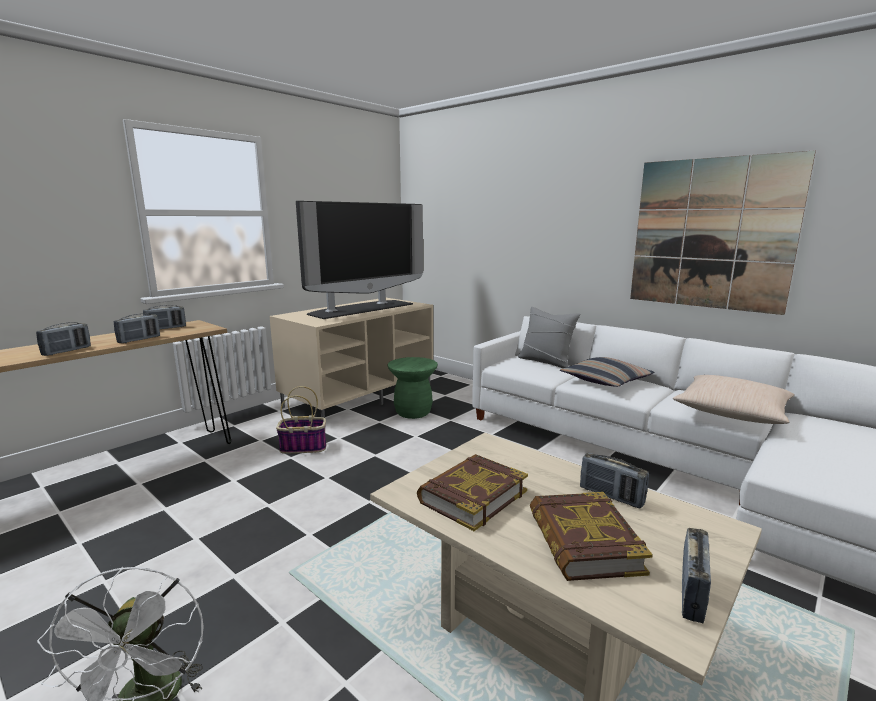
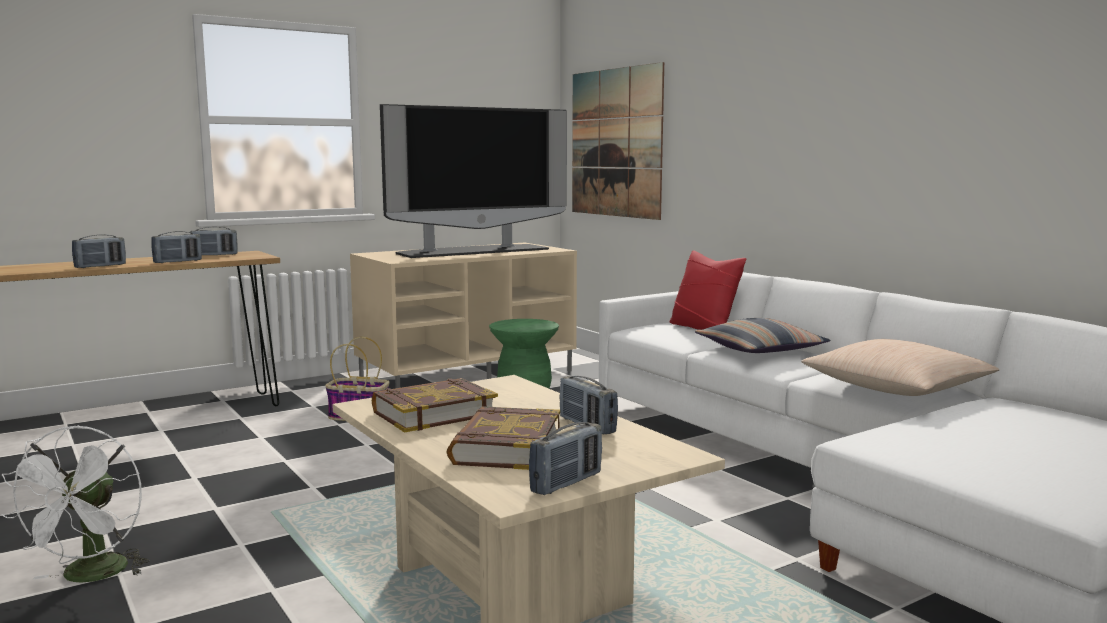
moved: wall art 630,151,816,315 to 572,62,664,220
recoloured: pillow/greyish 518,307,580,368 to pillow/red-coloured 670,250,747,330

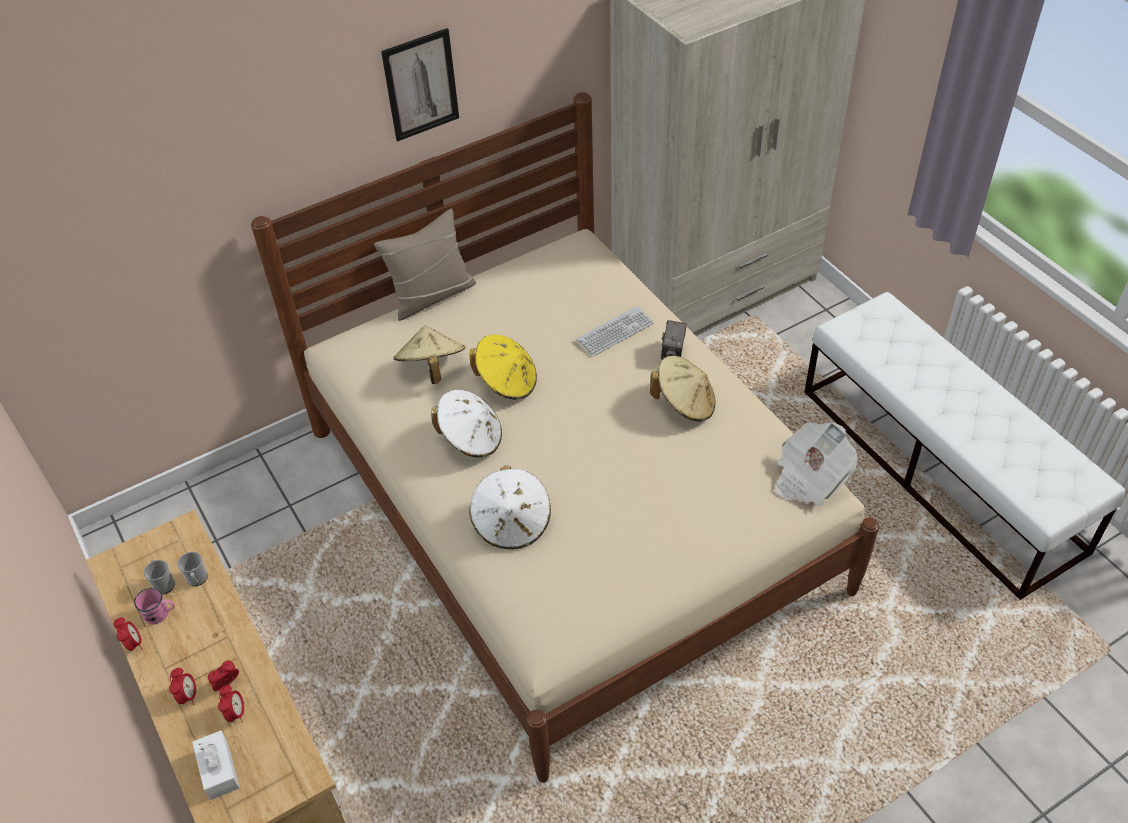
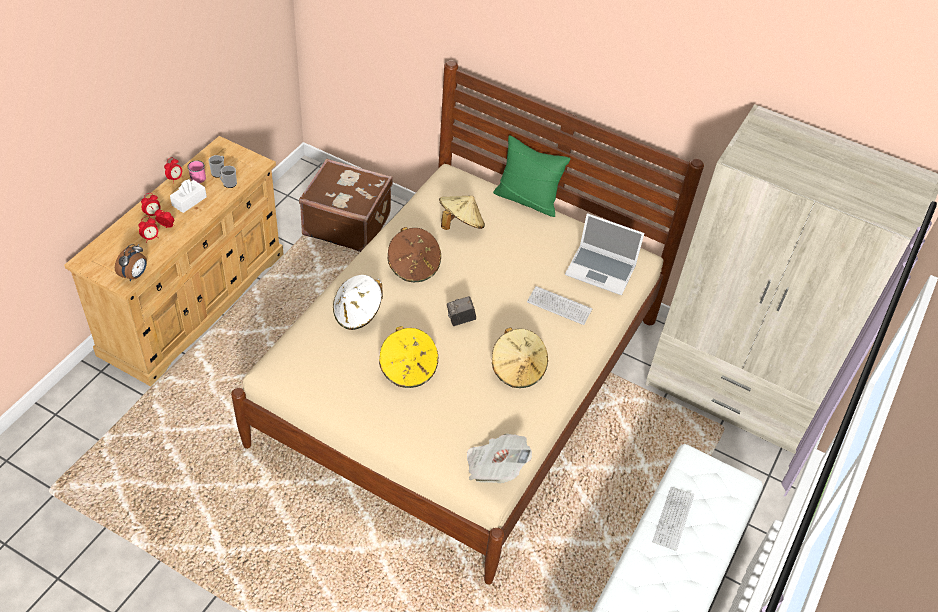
removed: wall art 381,28,459,141
added: travel case/brown 299,158,393,252; portable computer 565,213,644,295; alarm clock 115,244,147,281; PC keyboard 652,487,694,551
moved: still camera 661,320,687,359 to 447,296,476,326; clothing hat/yellow-coloured 469,334,537,400 to 379,326,438,388; tissue holder/white-coloured 192,730,240,800 to 170,179,207,213
recoloured: pillow/beige 374,208,476,321 to pillow/green-coloured 493,135,571,217; clothing hat/white-coloured 431,390,502,458 to clothing hat/brown 388,227,441,282

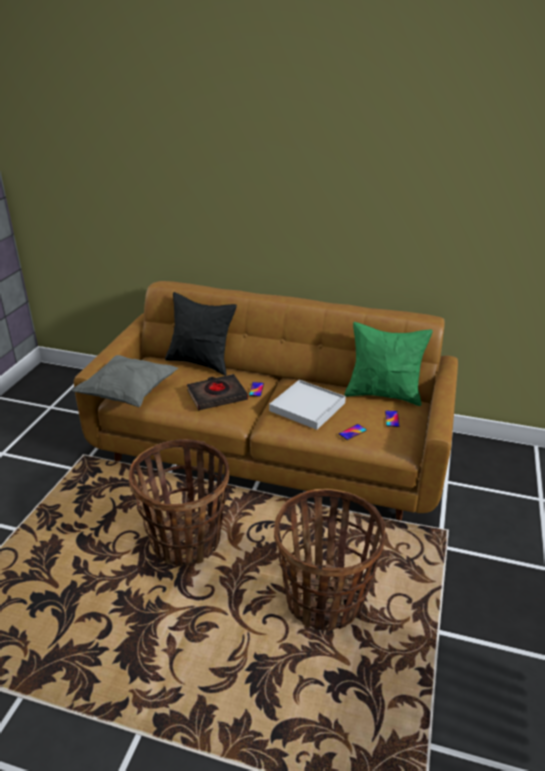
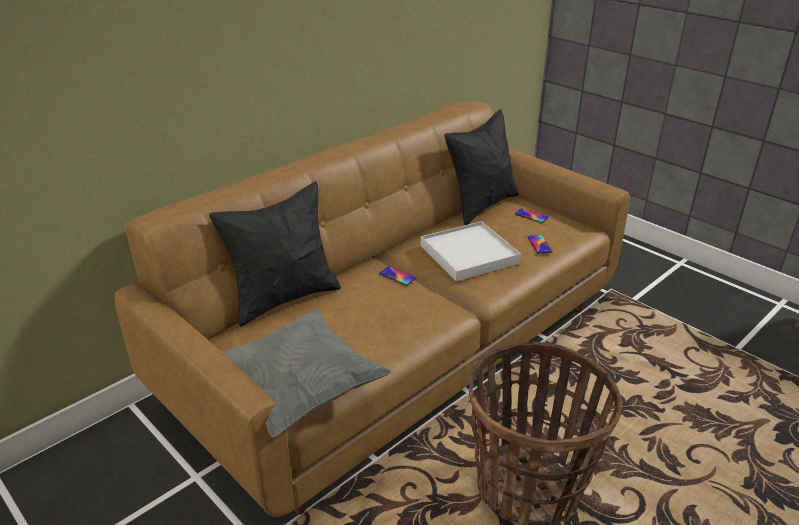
removed: volume/black 187,374,248,410; basket 274,489,386,630
recoloured: pillow/green-coloured 345,322,433,406 to pillow/black 444,109,519,225

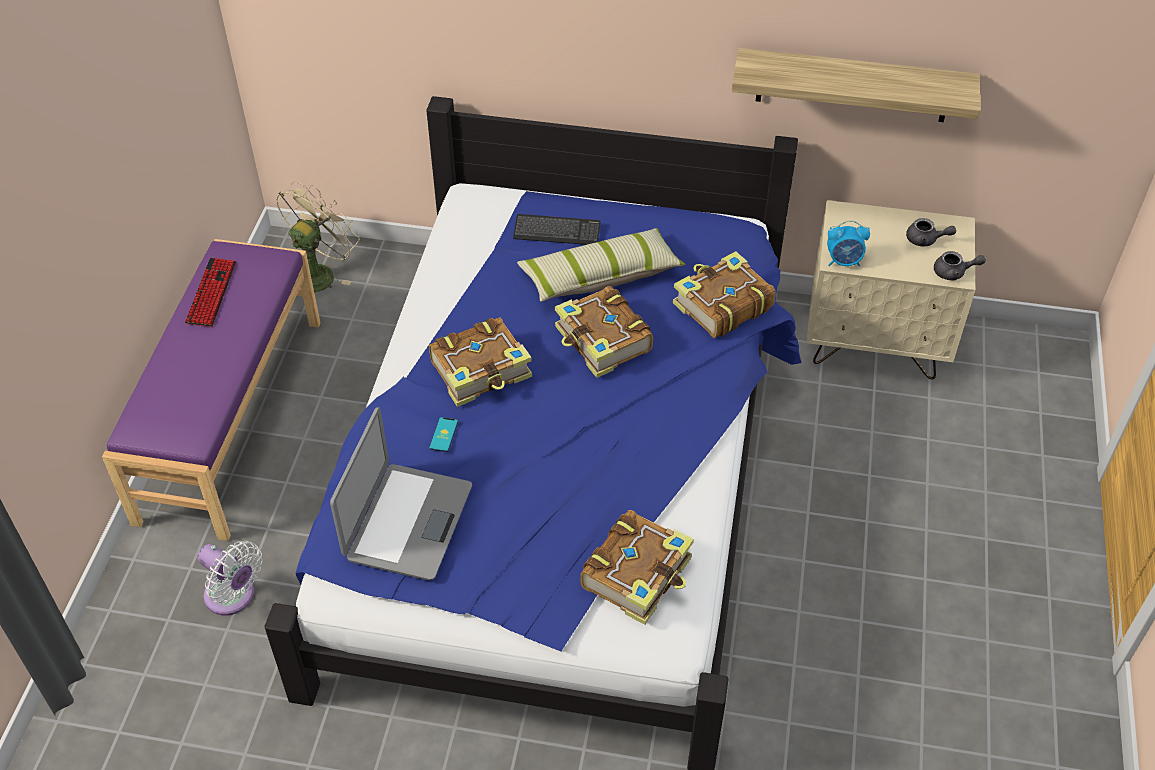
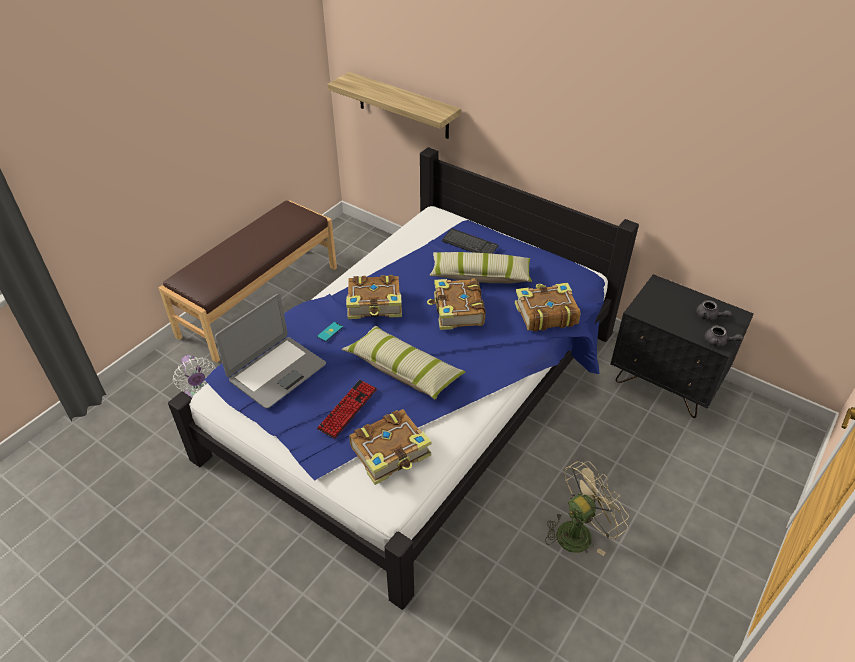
removed: alarm clock 827,220,870,266
added: pillow 342,326,465,400
moved: wall shelf 731,48,980,122 to 328,72,461,139; fan/beige 276,181,359,293 to 545,461,629,556; PC keyboard 185,258,236,327 to 317,380,377,439
recoloured: nightstand/beige 806,200,975,379 to nightstand/black 611,274,754,418; bench/purple-coloured 102,239,320,541 to bench/brown 159,200,337,363

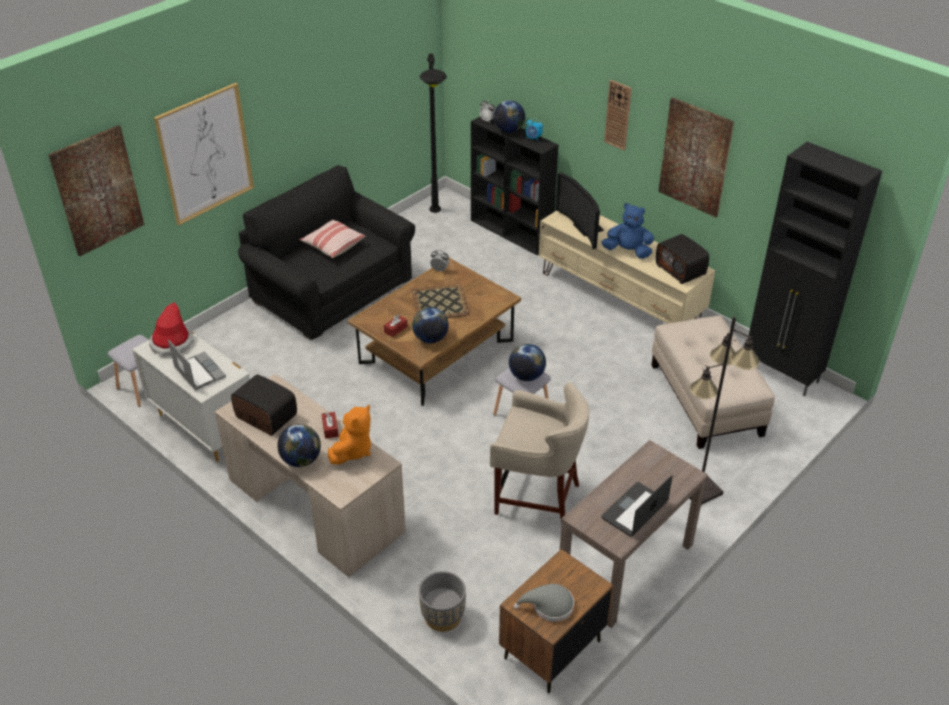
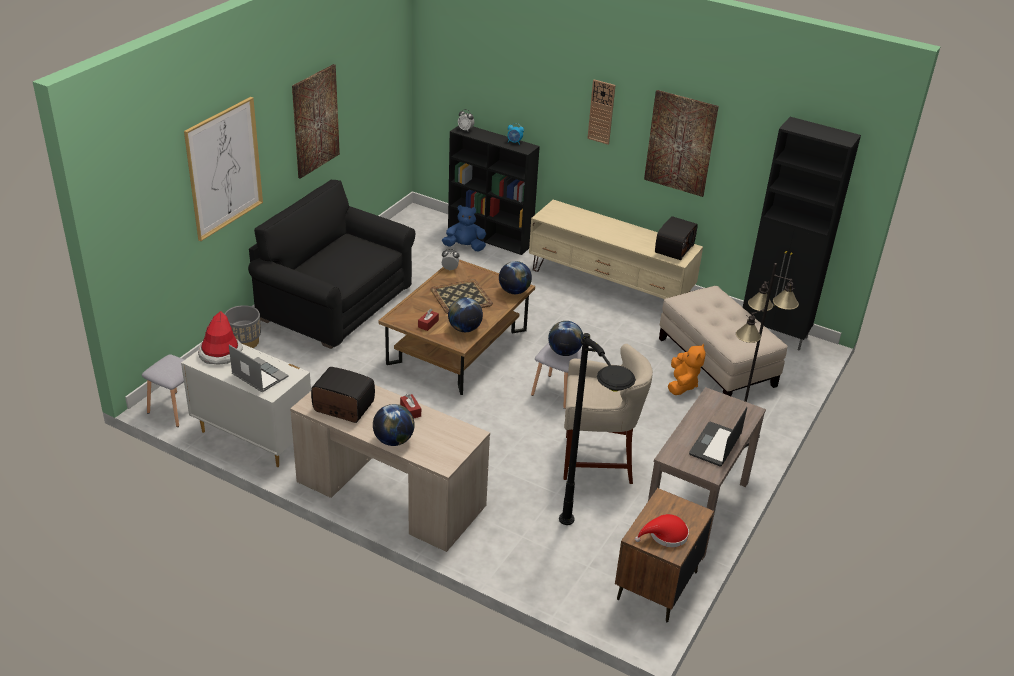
removed: television 556,173,604,249; pillow 300,219,365,258
moved: standard lamp/black 420,53,447,213 to 559,333,636,525; desk globe 494,100,525,133 to 499,261,532,294; wall art 48,125,144,256 to 292,64,340,179; cuddly toy/blue 601,203,654,259 to 442,205,486,251; cuddly toy/orange 328,405,371,465 to 668,344,706,395; plant pot/greyish 419,571,466,632 to 224,305,261,348
recoloured: clothing hat/greyish 514,584,574,622 to clothing hat/red-coloured 635,514,689,547
turned: radio set 656,234,709,284 = 655,216,698,260 105 degrees counterclockwise

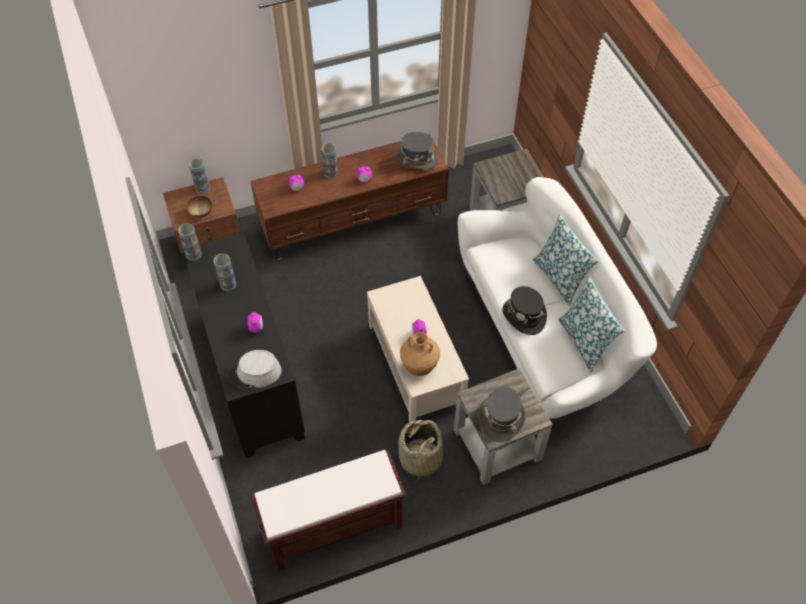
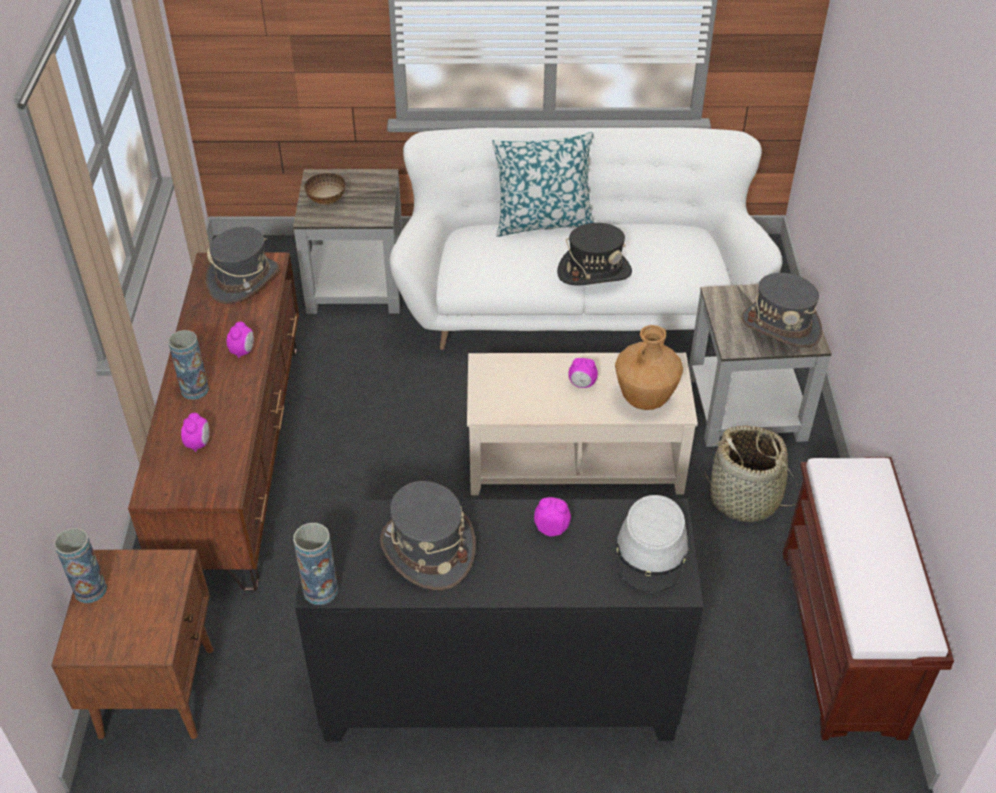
removed: pillow 558,277,625,373
moved: deep dish 186,196,212,218 to 304,173,345,205
replaced: vase 213,253,236,291 to clothing hat/greyish 380,481,476,590

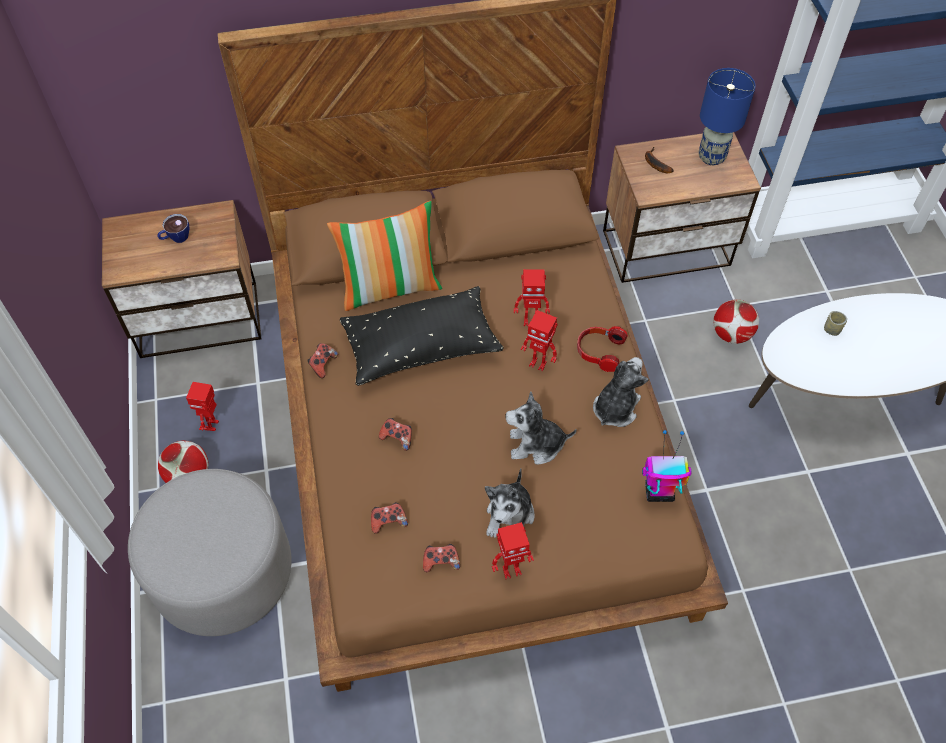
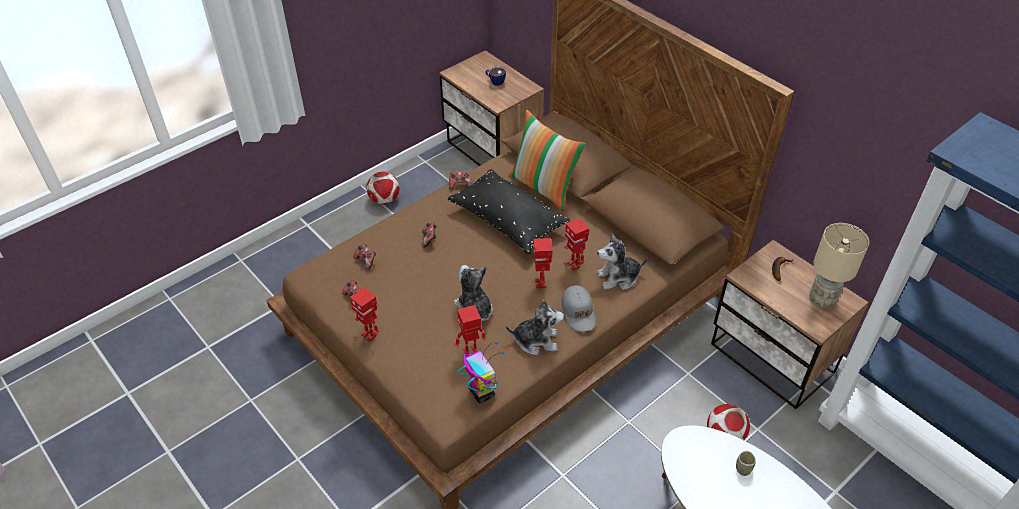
removed: pouffe/greyish 128,469,292,636
moved: model robot 186,382,219,431 to 454,305,485,354; cuddly toy 485,469,534,538 to 597,233,648,290
replaced: headphones 577,326,628,372 to cap/greyish 561,285,596,332
recoloured: table lamp/blue 699,68,755,165 to table lamp/beige 810,223,869,308

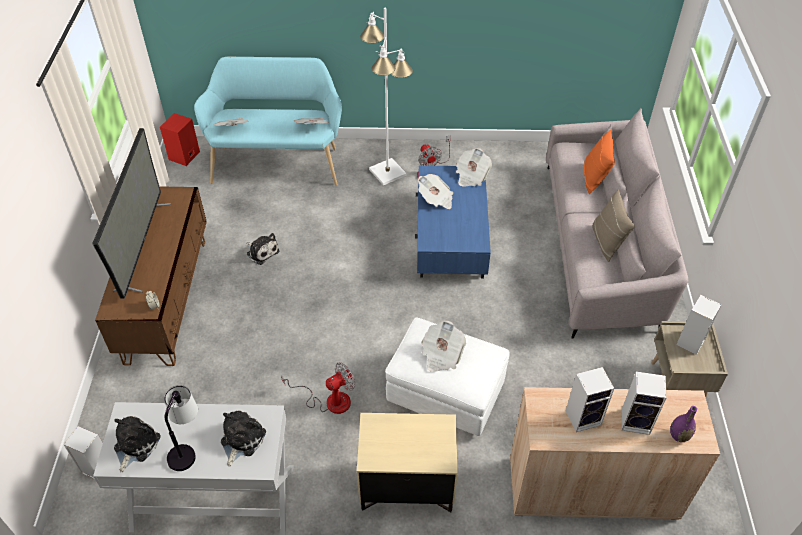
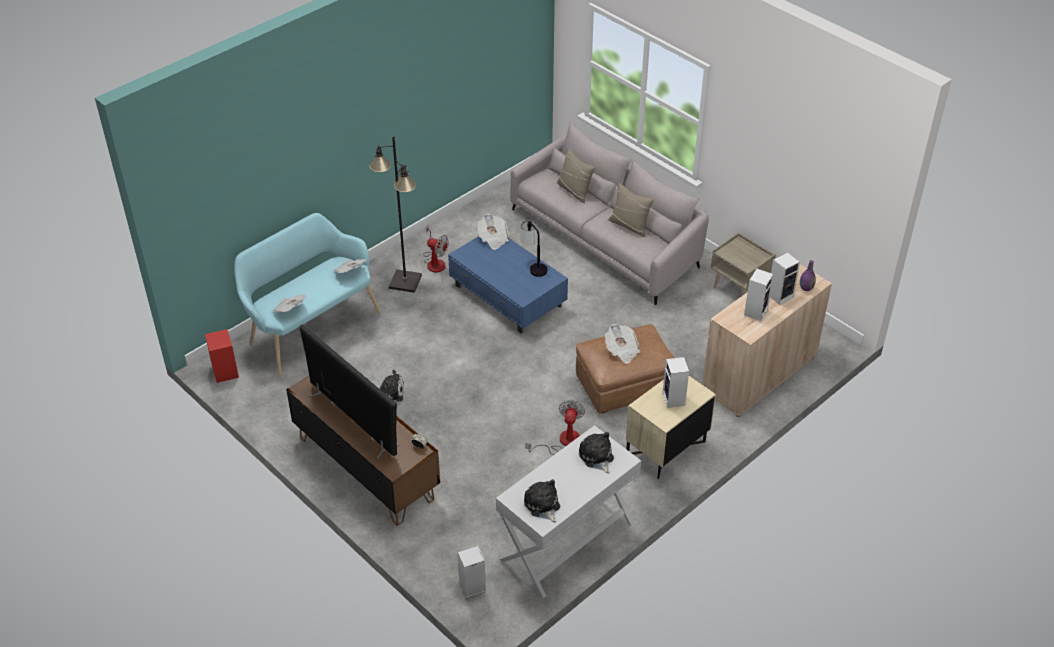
removed: daily paper 418,174,453,209
moved: audio speaker 676,295,722,355 to 662,357,689,408; table lamp 164,385,198,471 to 520,220,548,277
recoloured: standard lamp/white-coloured 360,8,413,185 to standard lamp/black 369,136,422,293; pillow/orange 584,130,615,194 to pillow/beige 557,148,595,203; pouffe/white-coloured 385,317,510,436 to pouffe/brown 576,324,674,414

